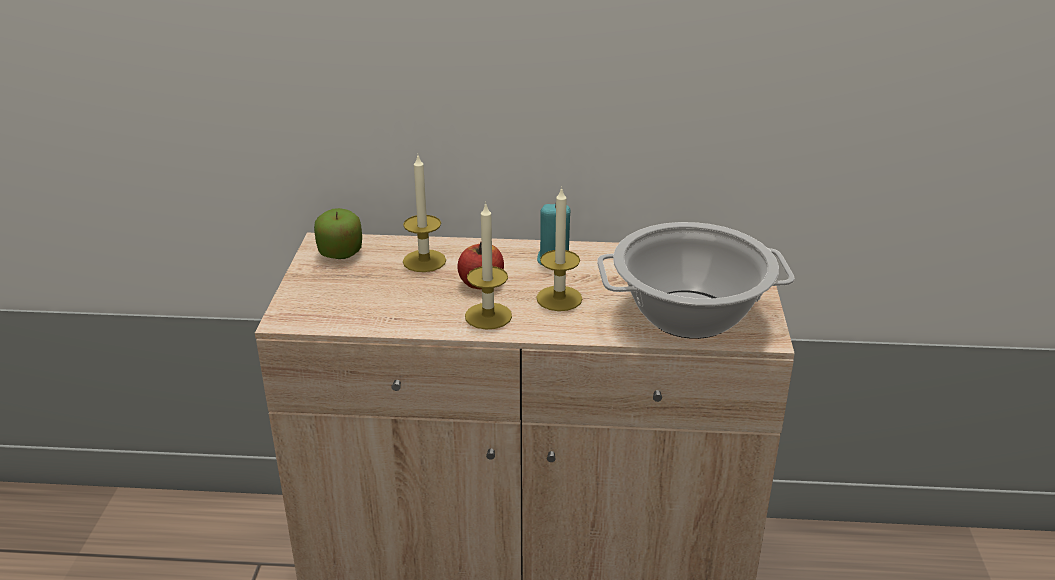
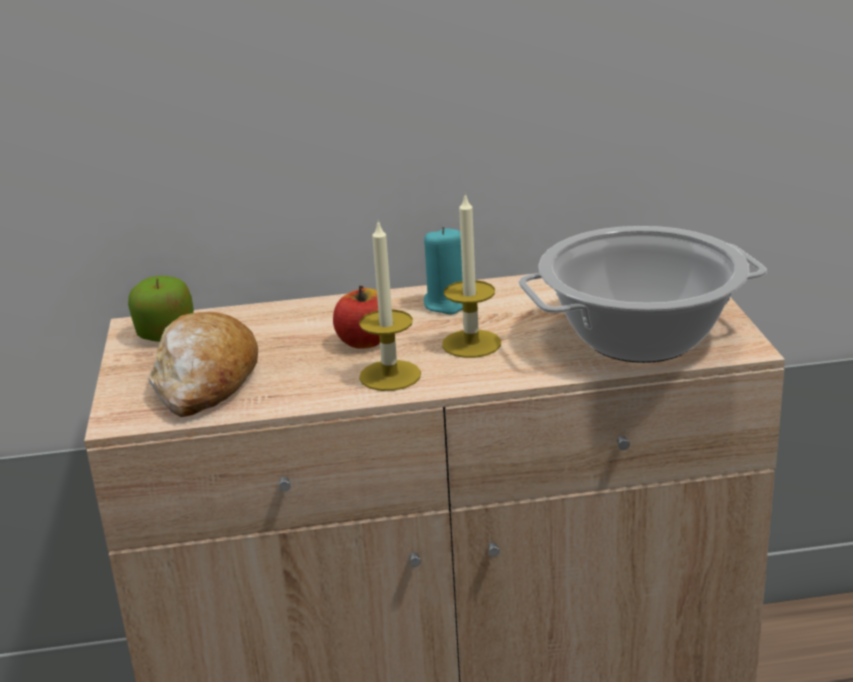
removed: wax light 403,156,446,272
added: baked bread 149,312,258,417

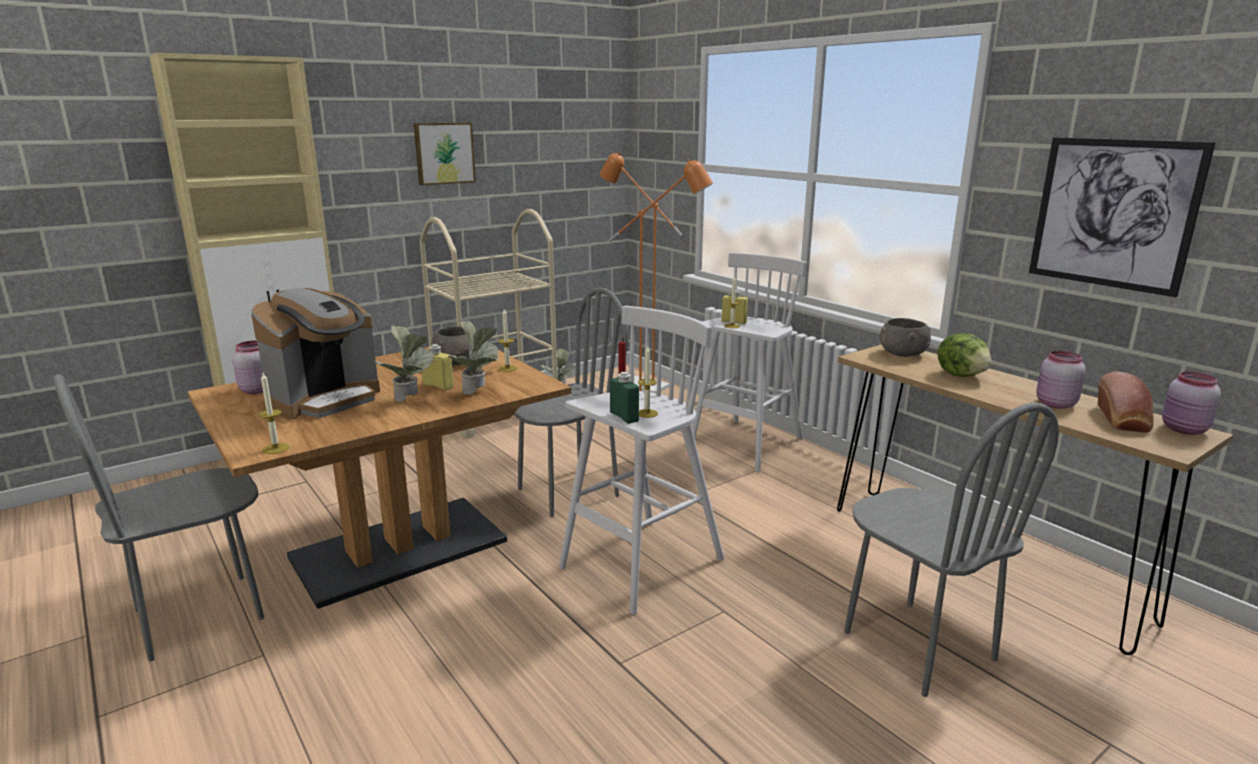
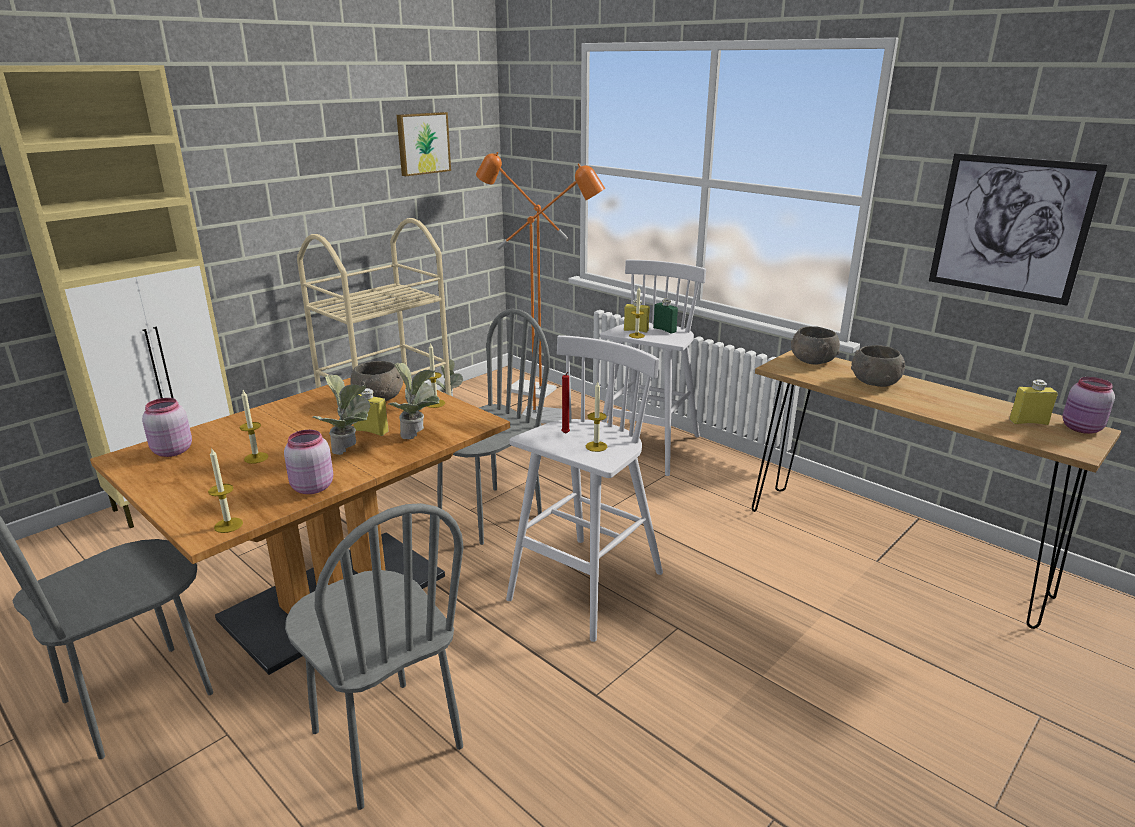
moved: wall art 414,122,476,185 to 397,112,451,176; jar/pinkish 1036,351,1086,409 to 284,430,333,494; beverage bottle/green-coloured 610,372,639,424 to 653,298,678,334; plain chair/greyish 844,403,1059,697 to 285,503,464,810
replaced: coffee machine 251,288,380,419 to wax light 240,390,269,464; lettuce 938,333,992,377 to deep dish/greyish 851,345,905,387; baked bread 1098,372,1154,433 to beverage bottle/yellow-coloured 1010,379,1058,425

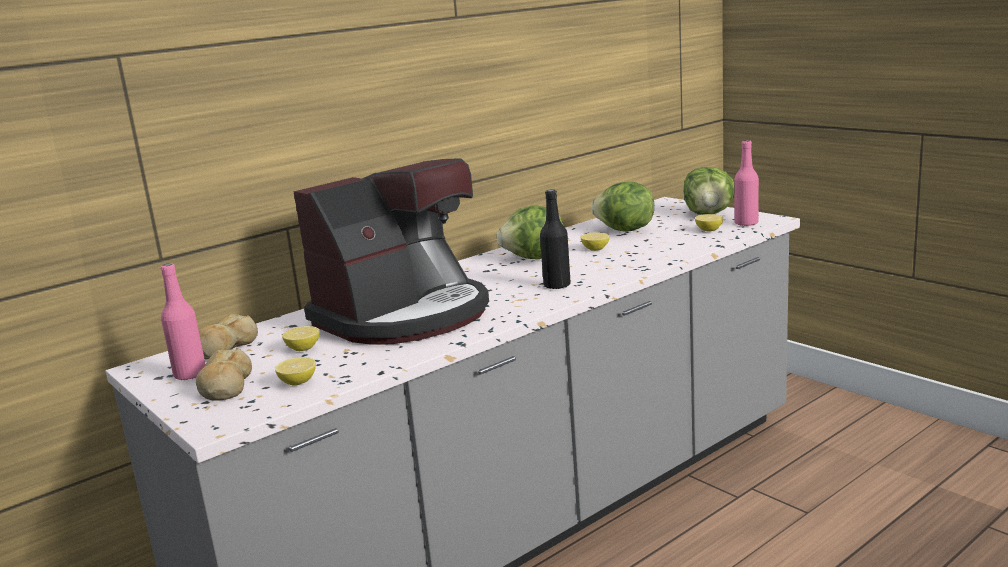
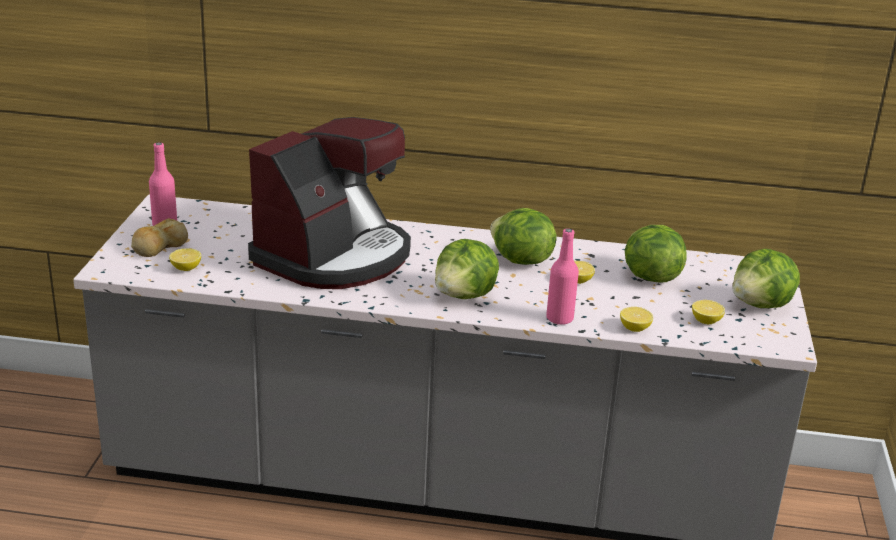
removed: baked bread 199,314,258,360
moved: beverage bottle/pinkish 734,140,759,226 to 546,228,579,324; citrus fruit 282,326,320,351 to 620,307,653,332
replaced: beverage bottle/black 540,189,571,289 to lettuce 435,239,499,299
turned: coffee machine 293,158,489,345 = 248,117,411,289 60 degrees counterclockwise

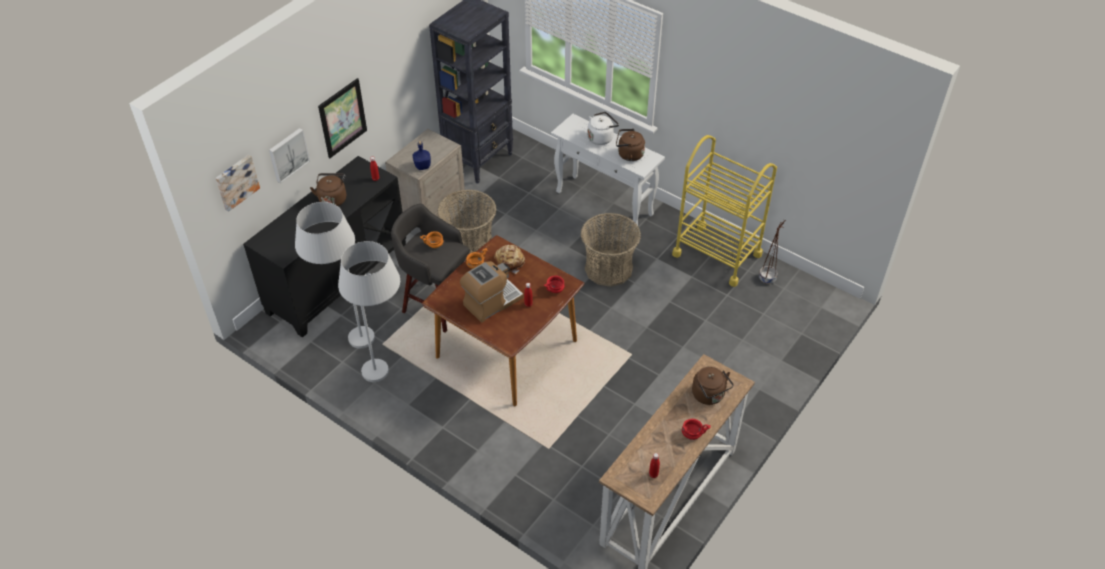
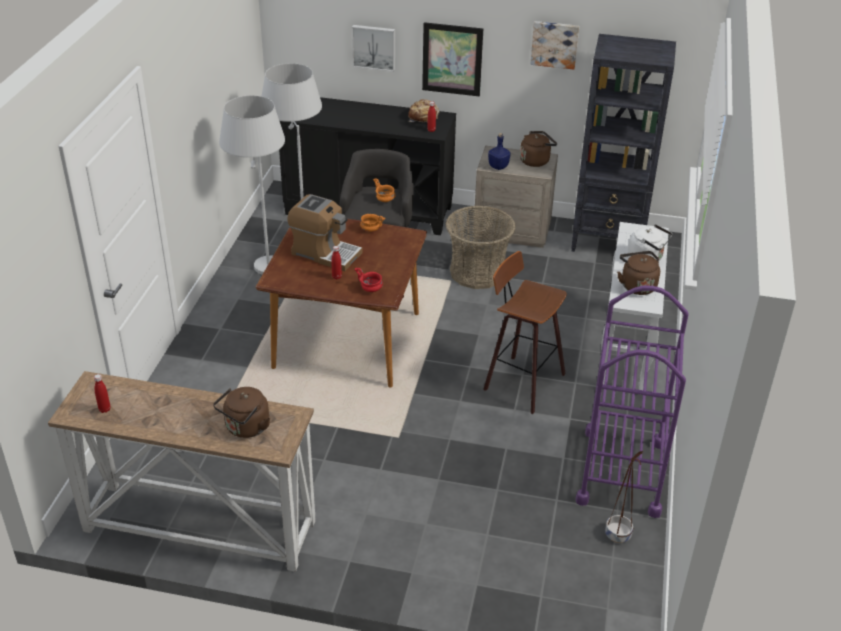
removed: deep dish/red-coloured 682,419,711,440
moved: wall art 216,155,260,212 to 530,21,579,70; tea kettle/brown 310,173,346,206 to 520,131,557,167; baked bread 494,245,525,274 to 408,99,439,122
replaced: basket 581,213,641,287 to stool 483,251,567,414
recoloured: cart/yellow-coloured 672,135,777,287 to cart/purple-coloured 576,286,689,518

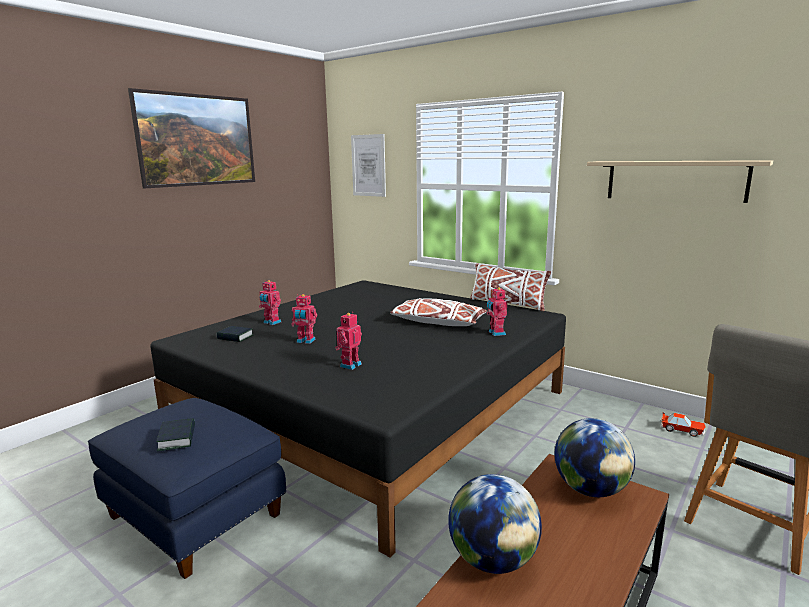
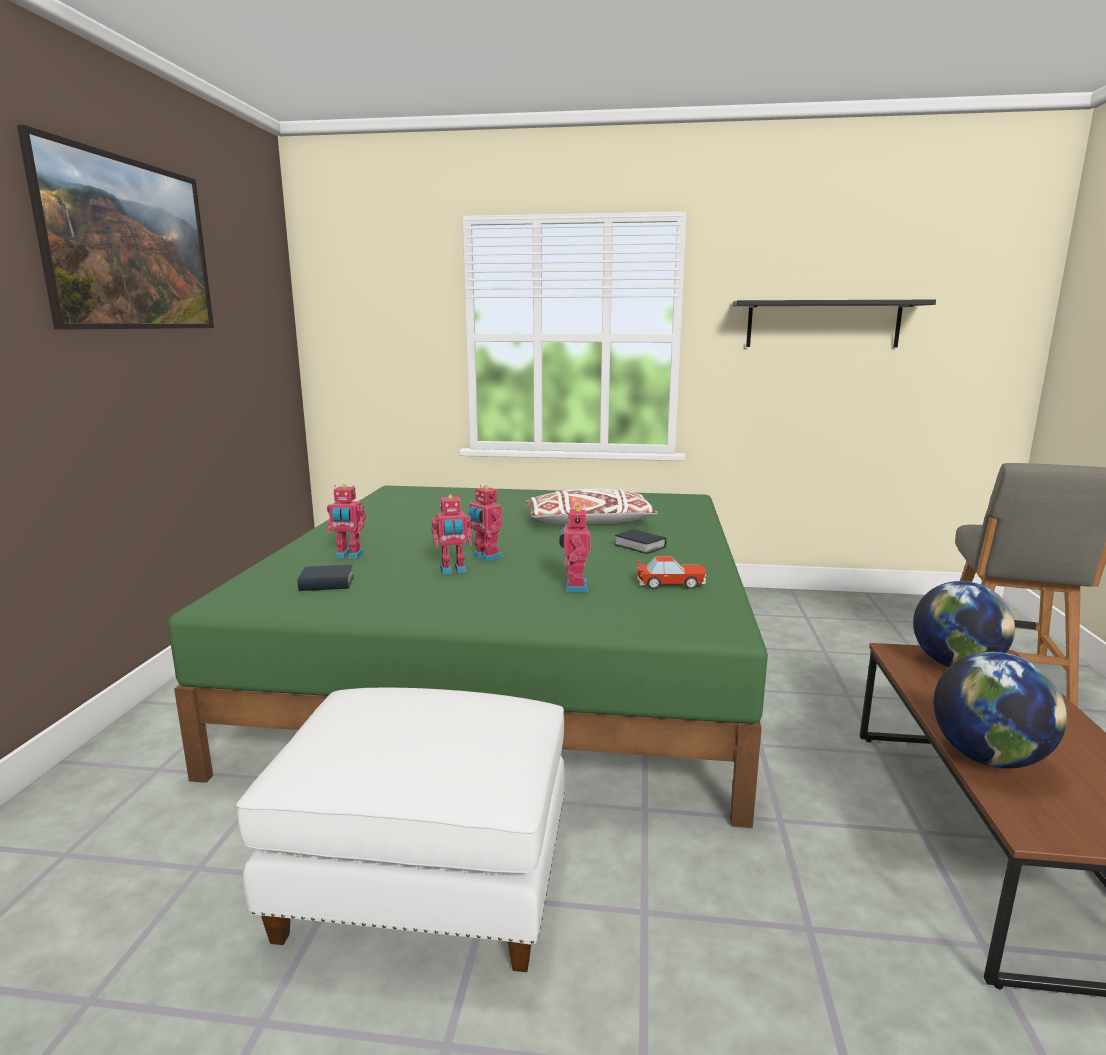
removed: wall art 351,134,386,197; pillow/white-coloured 470,263,551,311
moved: model robot 487,287,507,336 to 469,485,503,561; toy car 661,412,706,437 to 637,557,706,589; volume 157,418,195,451 to 614,529,667,554
recoloured: wall shelf/beige 587,160,773,203 to wall shelf/black 732,300,936,347; sleeping bed/black 150,280,566,557 to sleeping bed/green-coloured 168,486,768,828; pouffe/blue 88,398,286,579 to pouffe/white-coloured 236,688,565,972

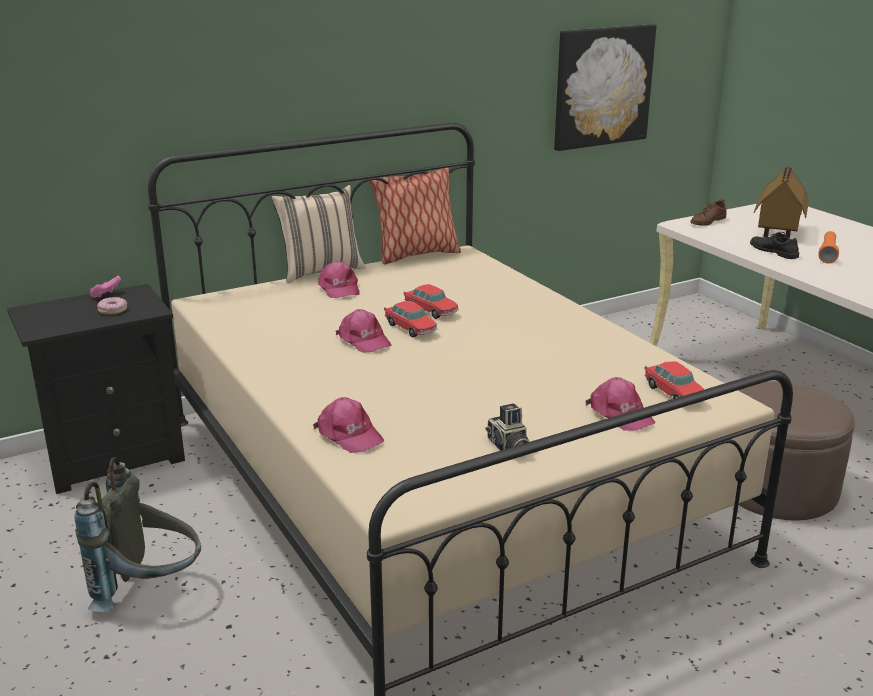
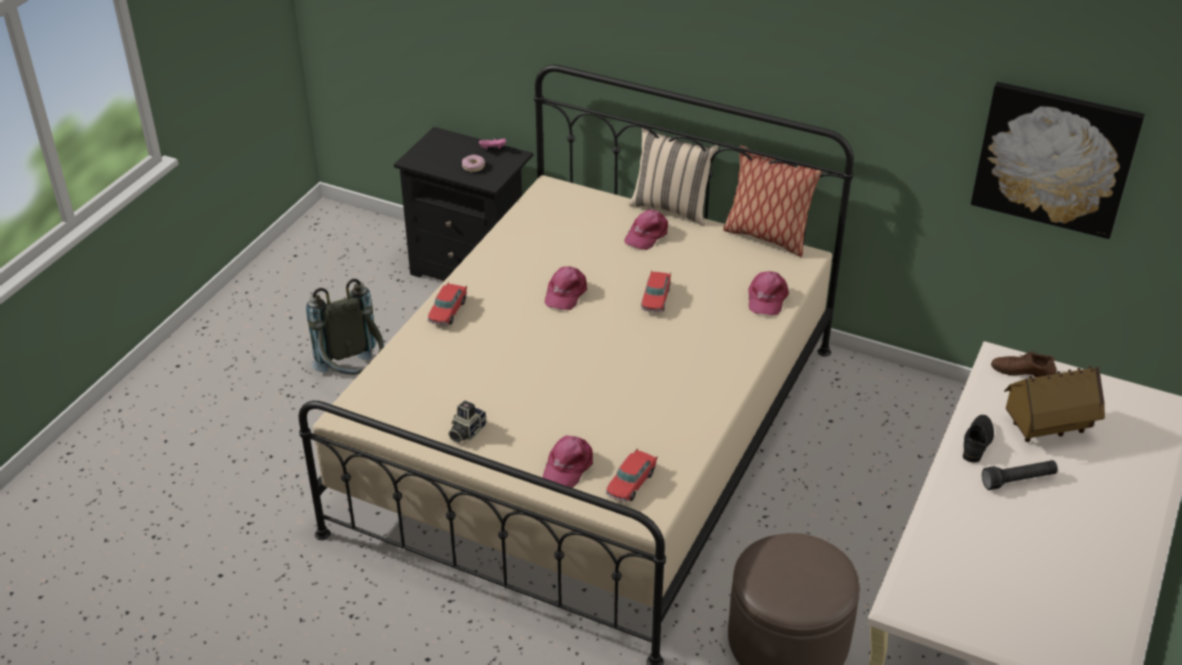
moved: toy car 384,301,438,338 to 427,282,467,325; cap/pinkish 313,397,384,453 to 748,271,789,315
recoloured: hand torch/orange 818,231,839,263 to hand torch/black 982,460,1058,490

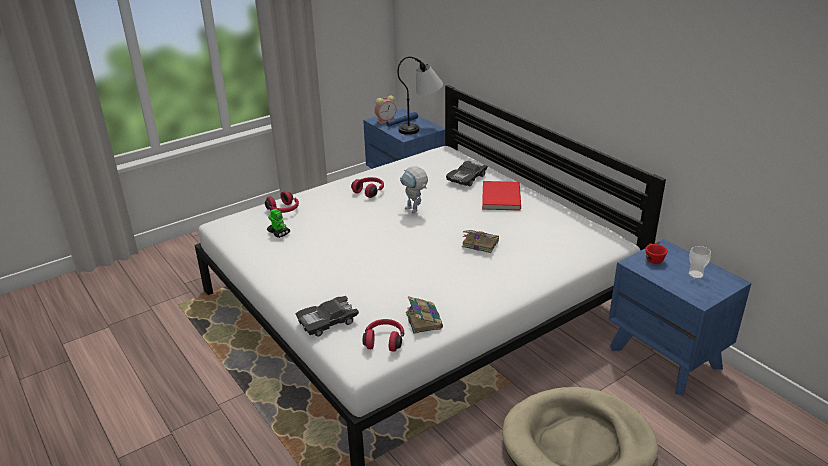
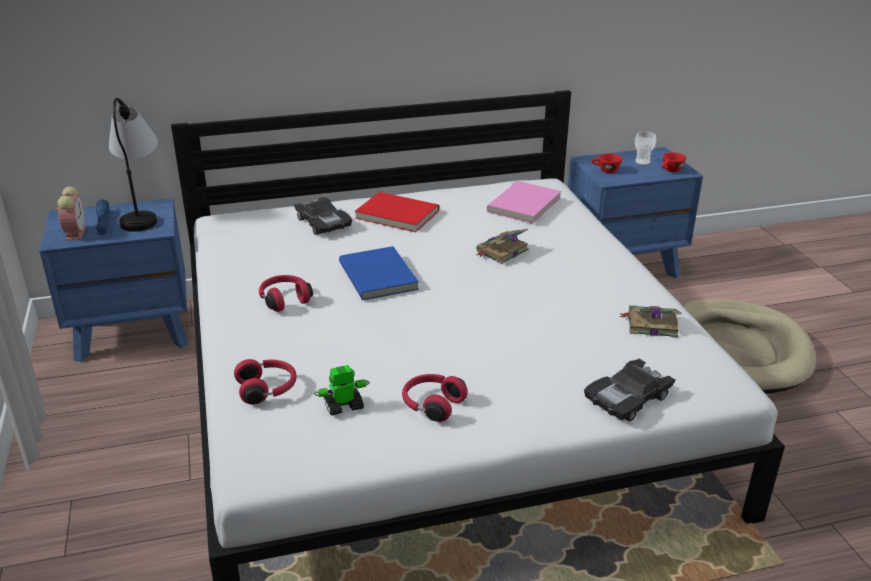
added: cup/red-coloured 662,152,686,172; volume/pinkish 487,181,561,224
moved: headphones/red-coloured 363,319,404,352 to 402,374,468,422
replaced: model robot 400,166,428,213 to volume/blue 339,246,419,300
turned: toy car/black 295,296,359,336 = 584,359,676,421 60 degrees clockwise

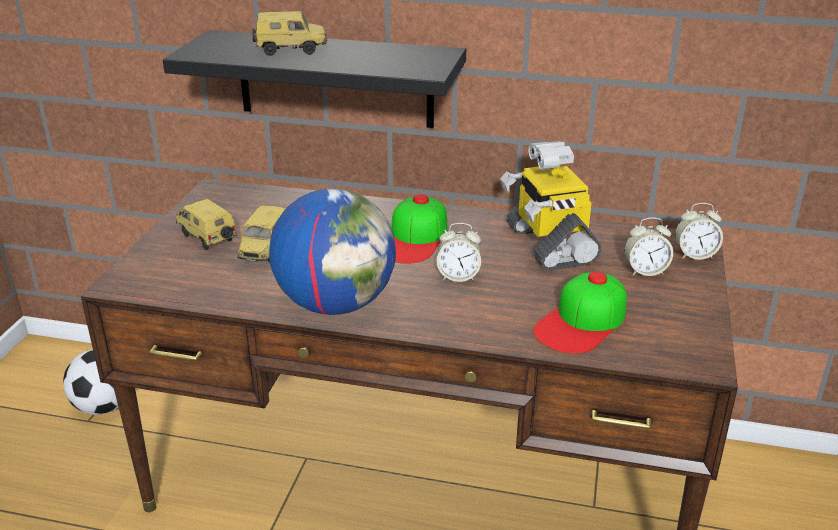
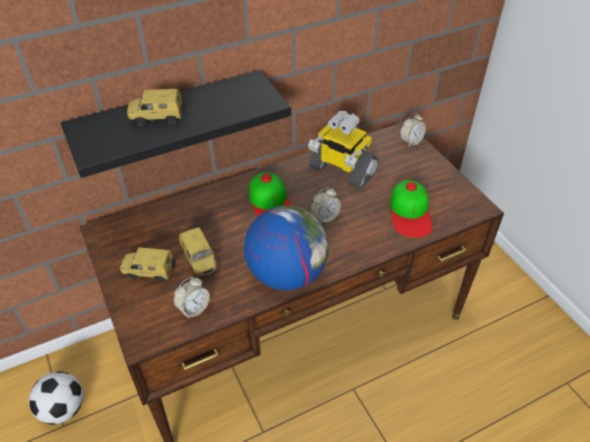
moved: alarm clock 624,217,673,276 to 174,277,210,319
turned: toy car 252,11,327,56 = 127,89,185,126 135 degrees counterclockwise

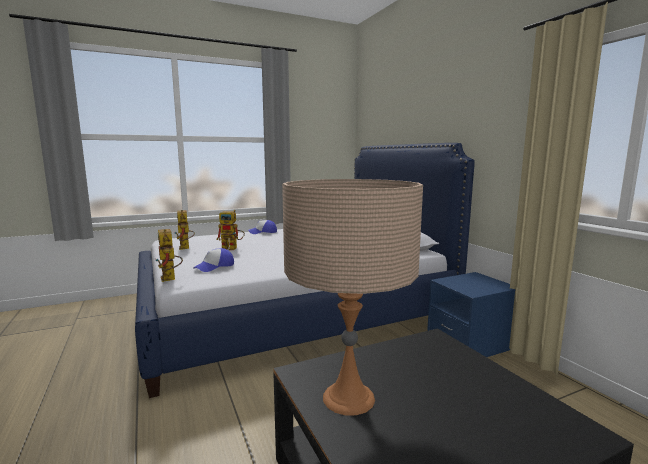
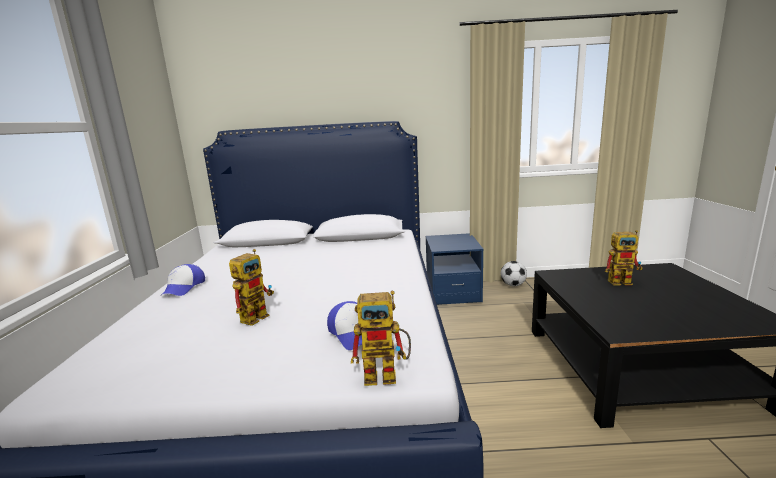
removed: table lamp/beige 282,179,423,415
added: football ball 501,261,527,286
moved: model robot 175,210,195,250 to 605,230,643,285

